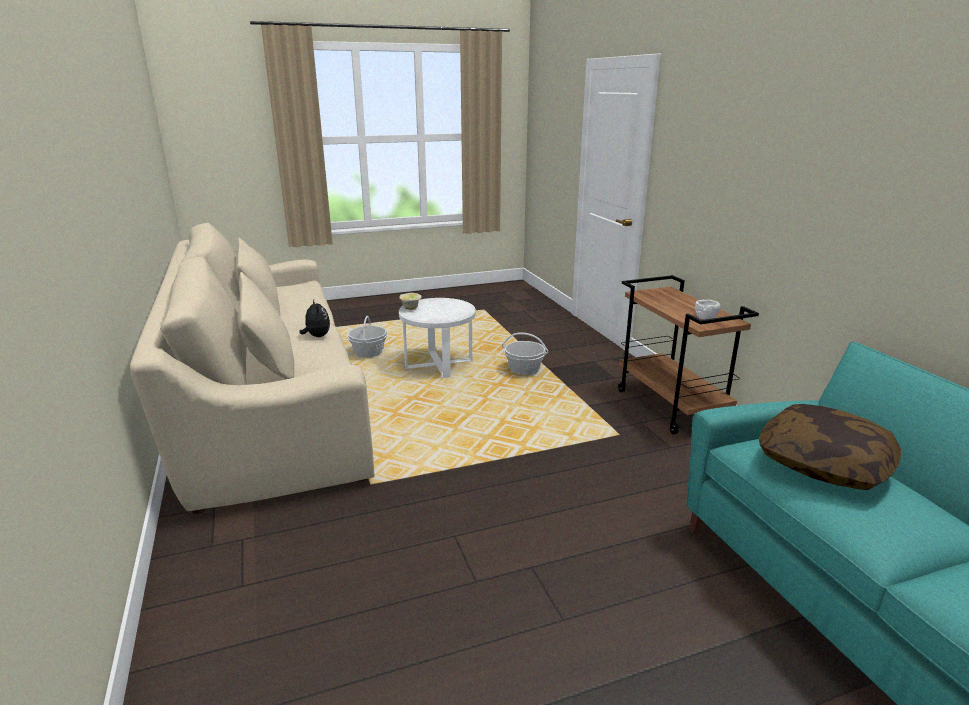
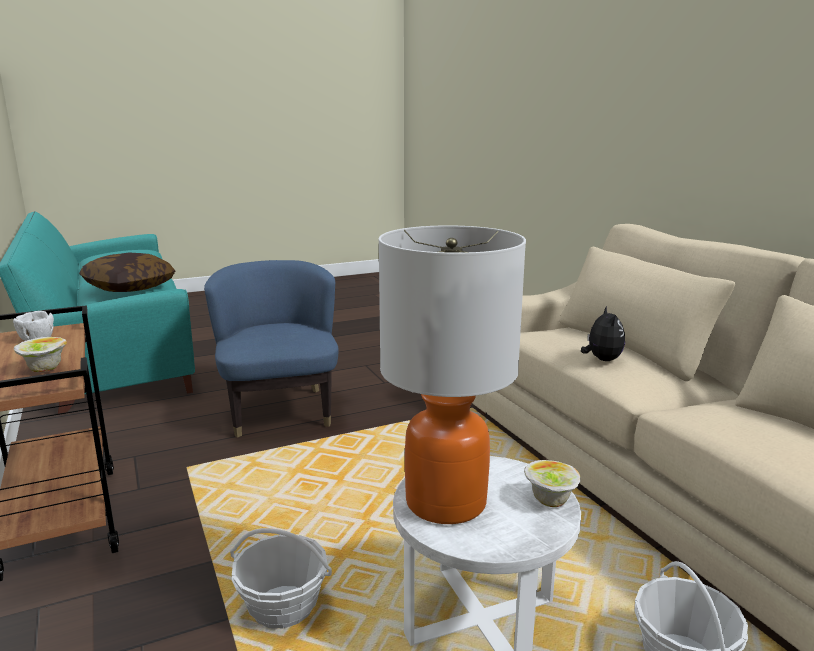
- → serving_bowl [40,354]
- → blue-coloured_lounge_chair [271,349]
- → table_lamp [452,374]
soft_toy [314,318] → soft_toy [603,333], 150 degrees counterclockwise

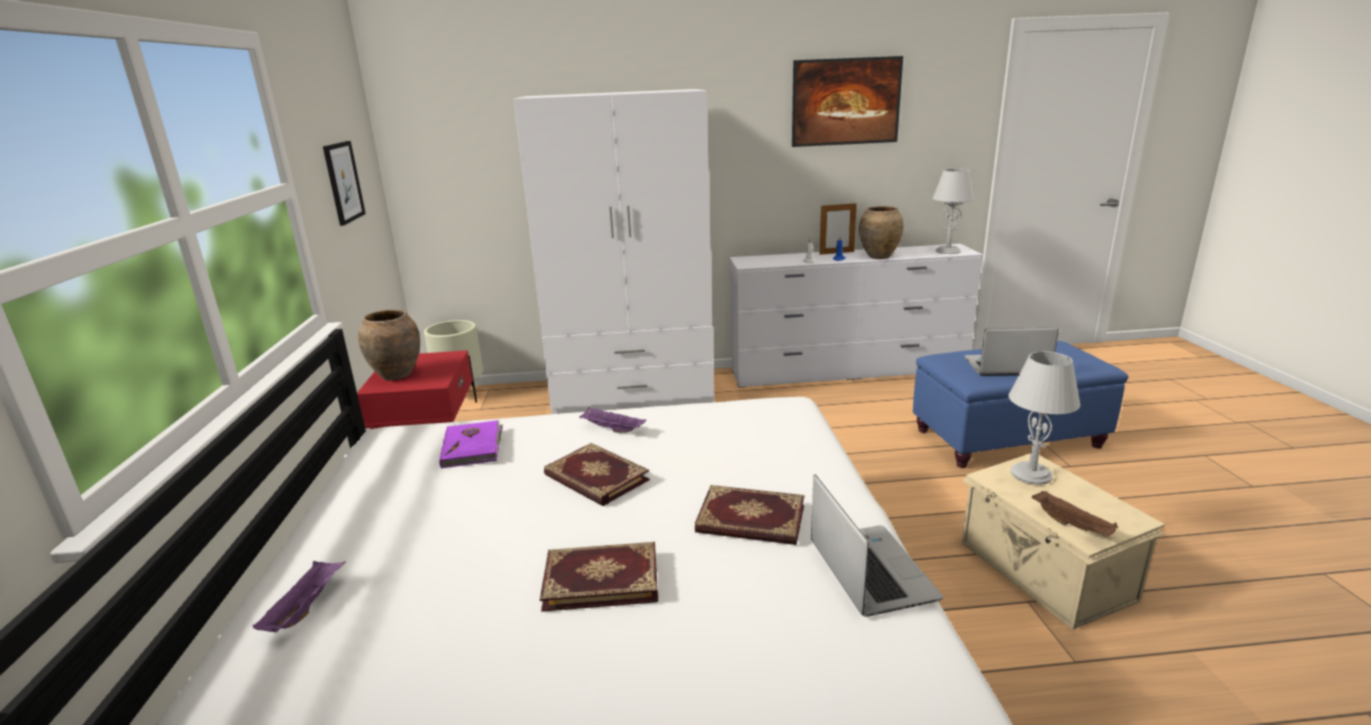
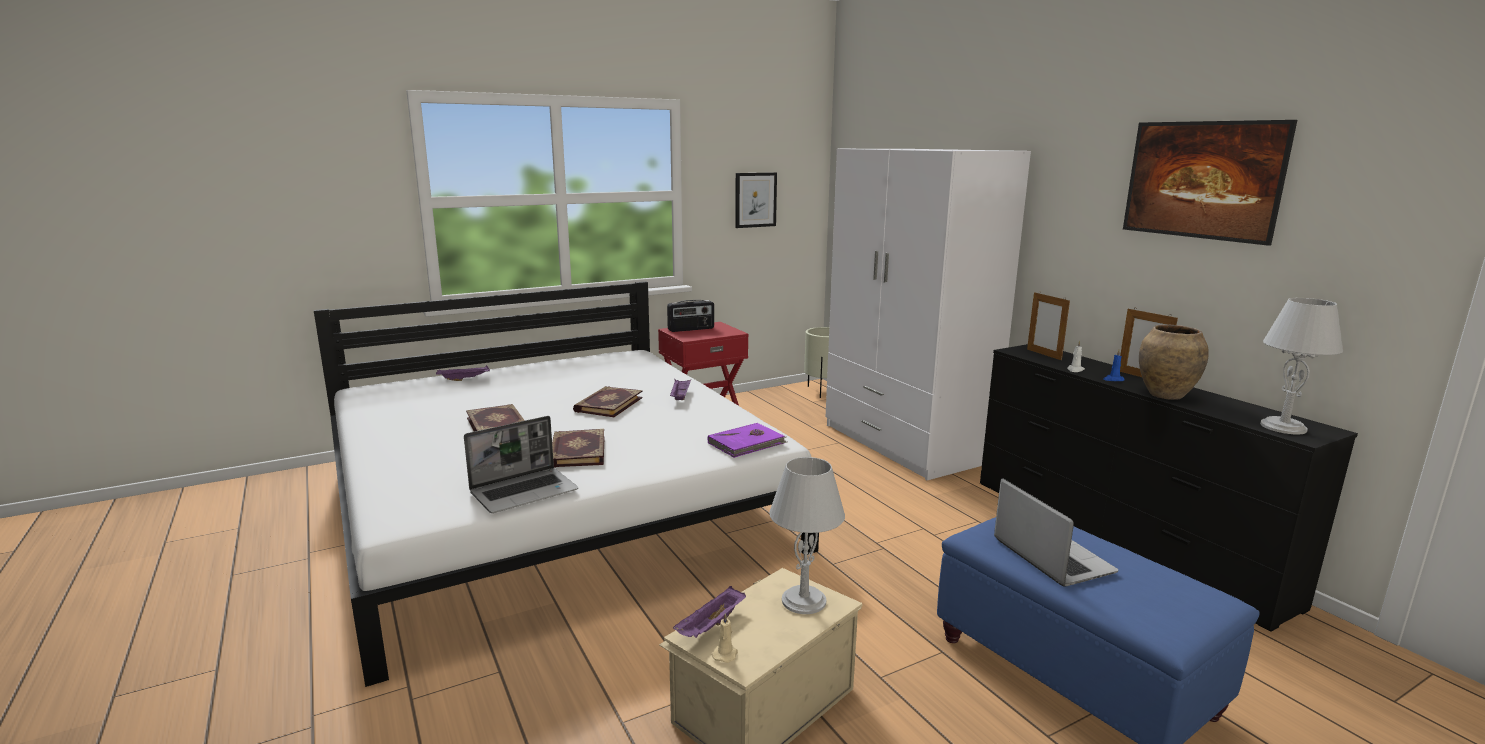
- → beige-coloured_wax_light [725,638]
- → picture_frame [1048,325]
purple-coloured_book [471,444] → purple-coloured_book [747,440], relocated
brownish_vase [389,345] → radio_set [690,316]
whitish_chest_of_drawers [856,316] → blackish_chest_of_drawers [1169,488]
brownish_carrying_tray [1074,514] → purple-coloured_carrying_tray [709,612]

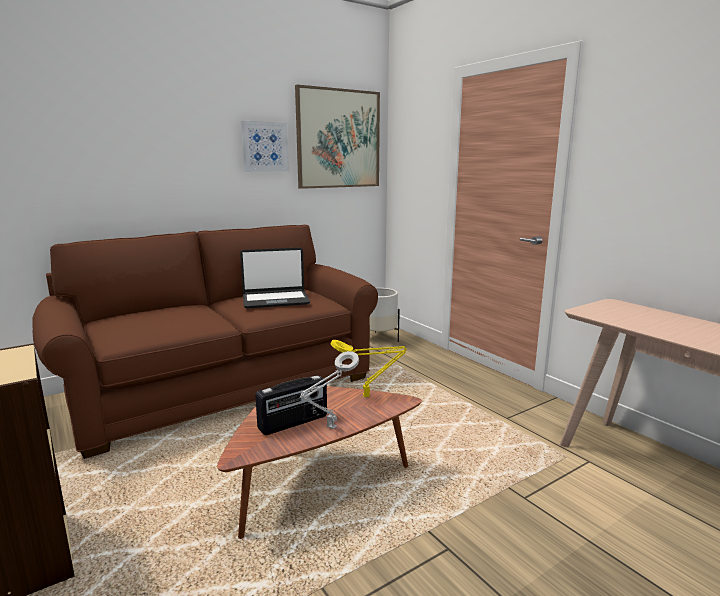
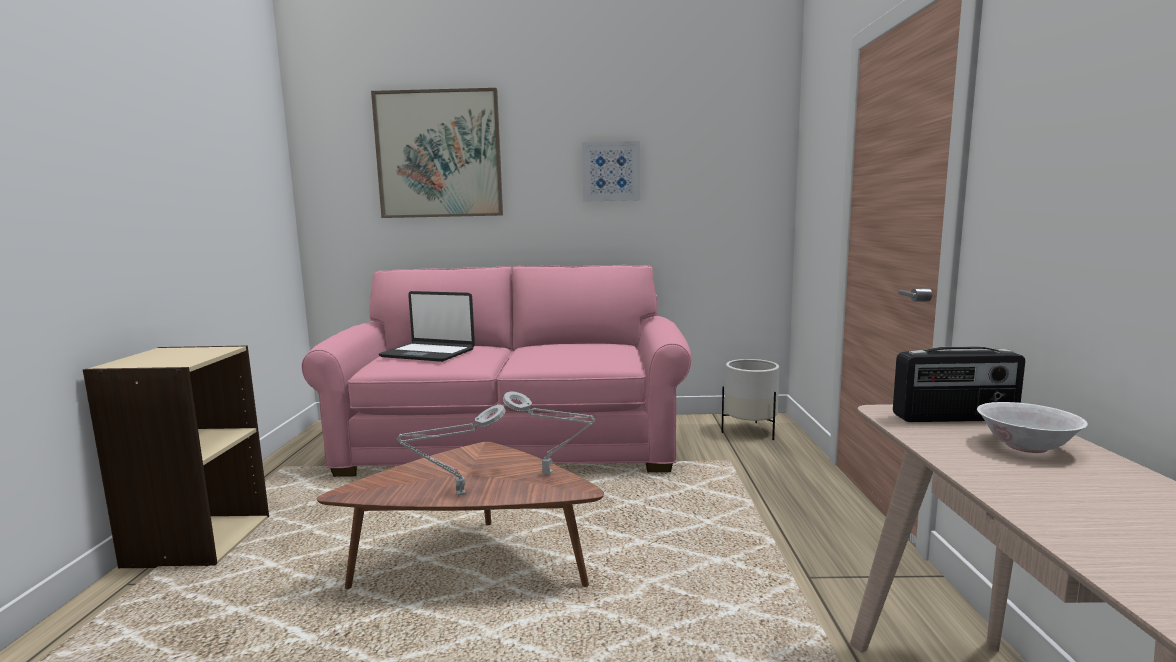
- → whitish_serving_bowl [1032,427]
laptop [275,278] → laptop [427,326], relocated
radio_set [291,405] → radio_set [959,384], relocated
wall_art [337,137] → wall_art [437,153], relocated
brownish_couch [205,342] → pinkish_couch [496,371]
yellow_table_lamp [369,368] → greyish_table_lamp [549,433]

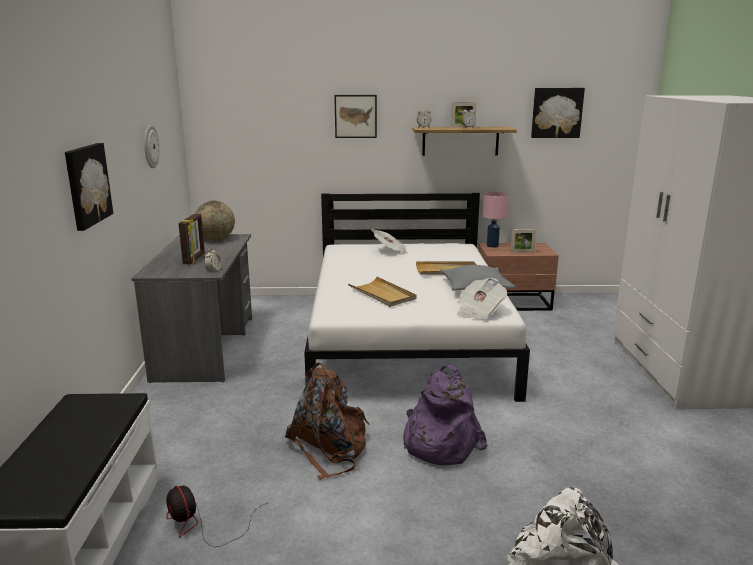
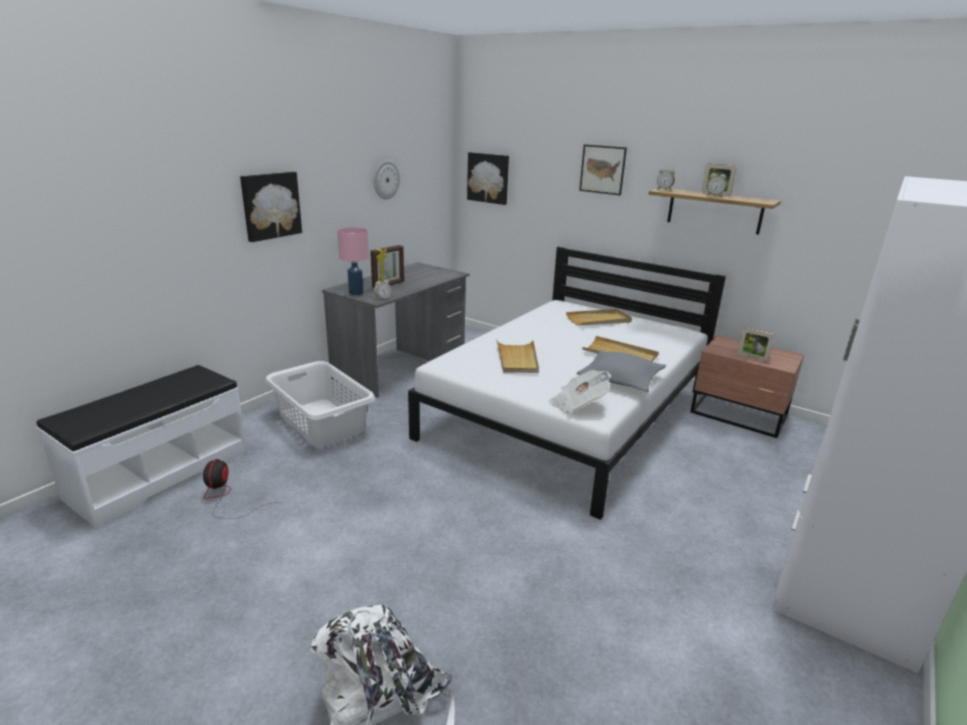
globe [215,221] → -
brownish_backpack [327,421] → -
purple-coloured_backpack [445,415] → -
- → whitish_washing_basket [320,404]
pinkish_table_lamp [495,220] → pinkish_table_lamp [353,261], relocated
wall_art [558,113] → wall_art [488,178], relocated
daily_paper [390,241] → beige-coloured_carrying_tray [599,317]

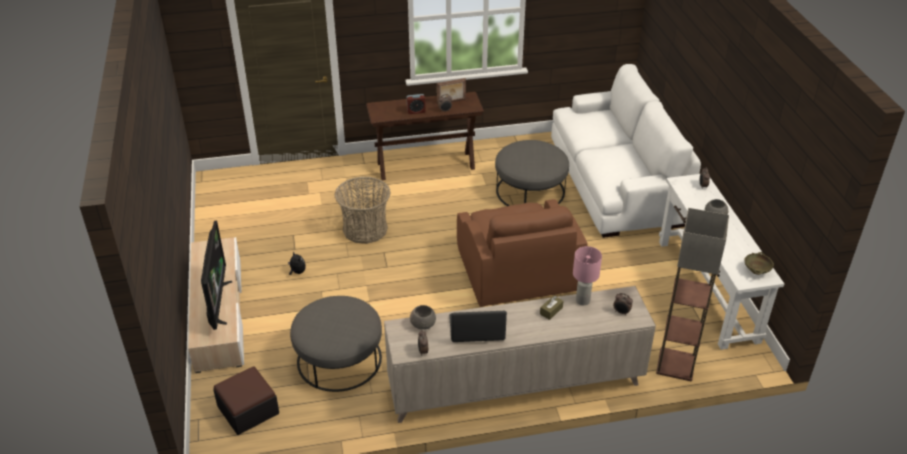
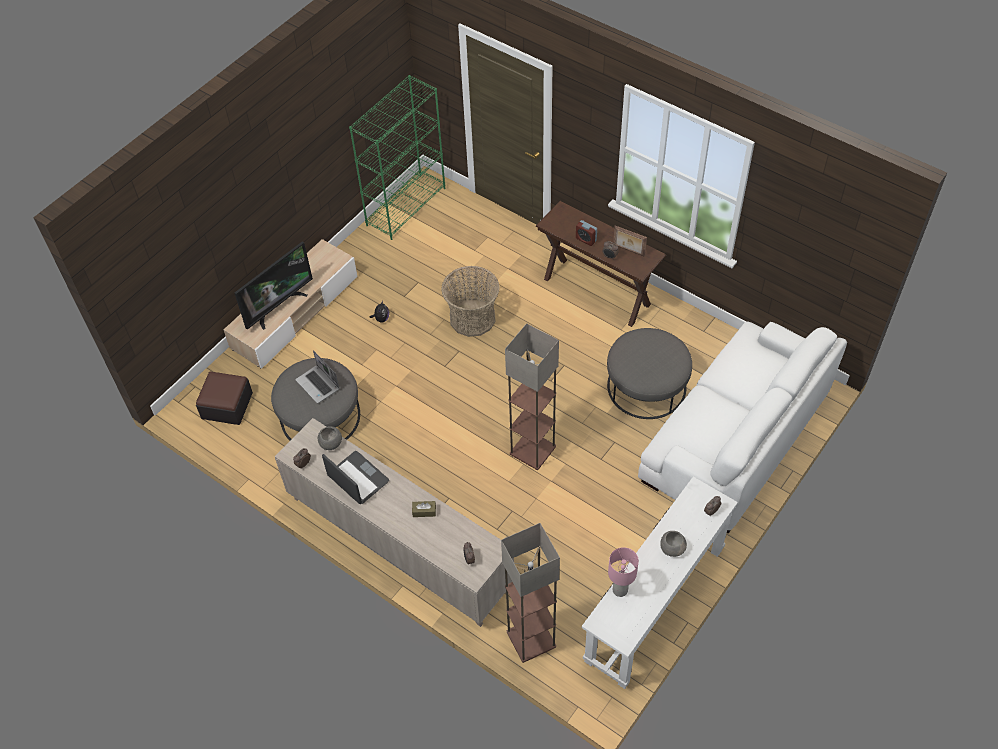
beige-coloured_serving_bowl [759,263] → -
- → laptop [317,376]
- → green_bookshelf [397,157]
pinkish_table_lamp [587,275] → pinkish_table_lamp [623,572], relocated
brownish_lounge_chair [522,253] → standard_lamp [532,396]

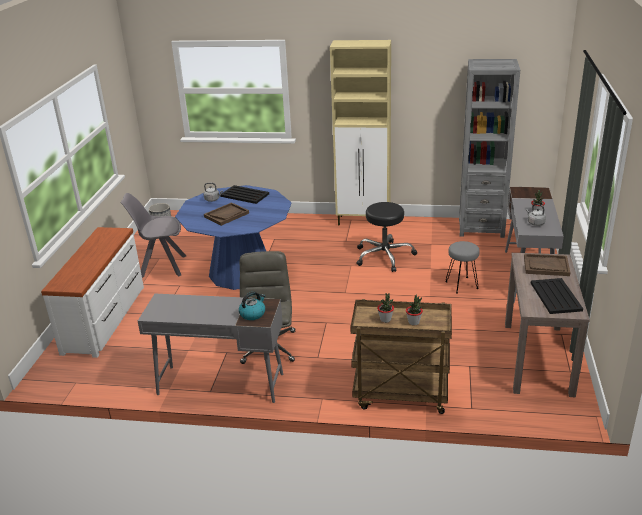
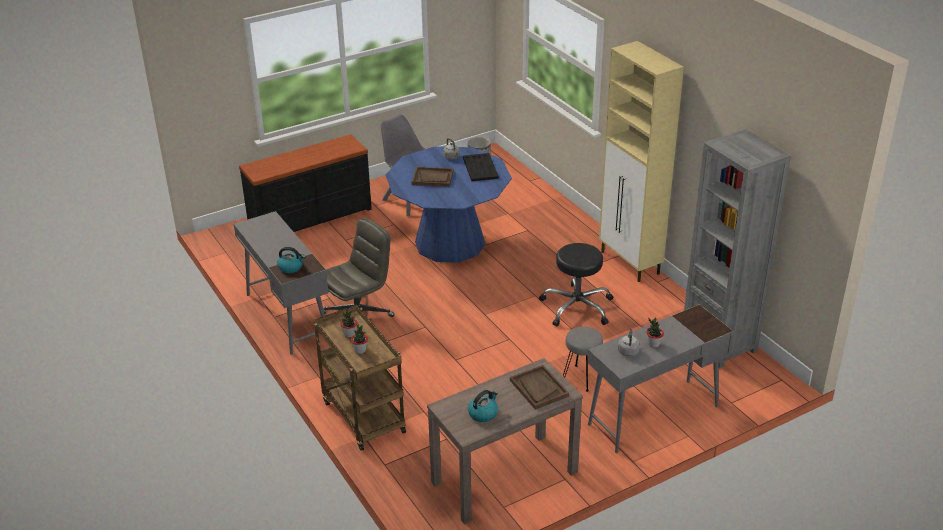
blackish_carrying_tray [557,296] → water_kettle [483,406]
whitish_chest_of_drawers [92,292] → blackish_chest_of_drawers [305,183]

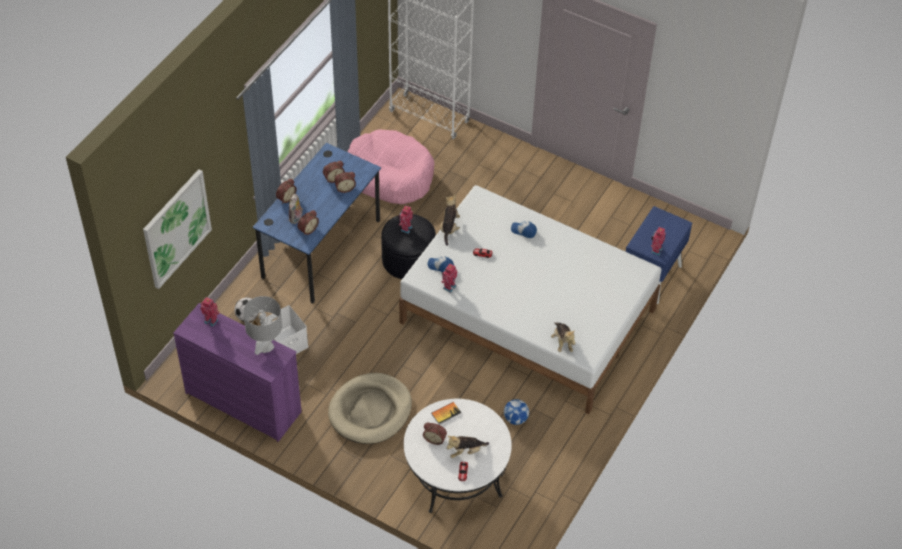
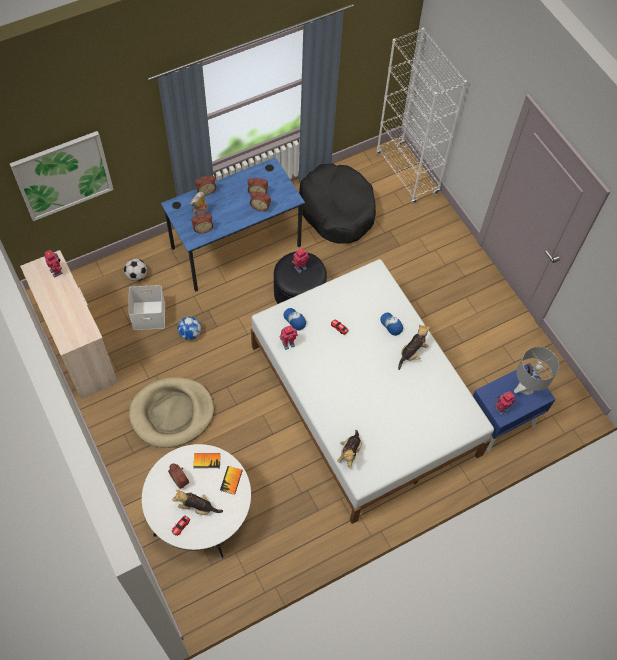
- → book [231,480]
greyish_table_lamp [262,325] → greyish_table_lamp [536,371], relocated
soft_toy [450,220] → soft_toy [414,347], relocated
football [516,412] → football [189,328], relocated
purple-coloured_chest_of_drawers [237,372] → beige-coloured_chest_of_drawers [69,324]
pinkish_dog_bed [391,166] → blackish_dog_bed [337,204]

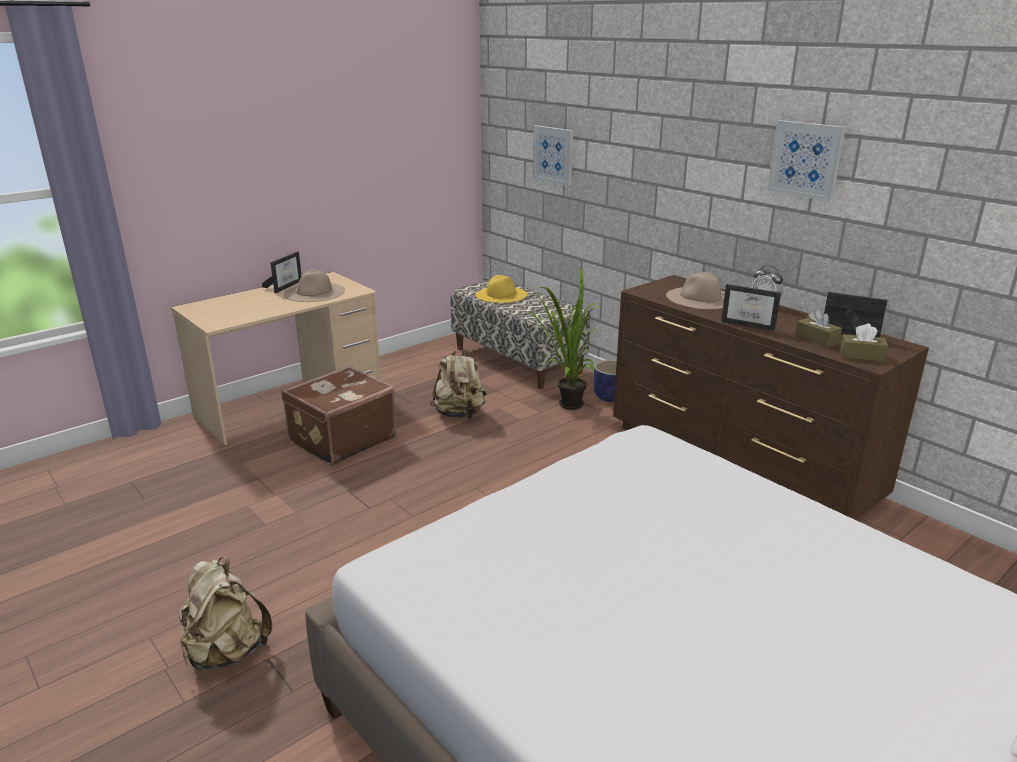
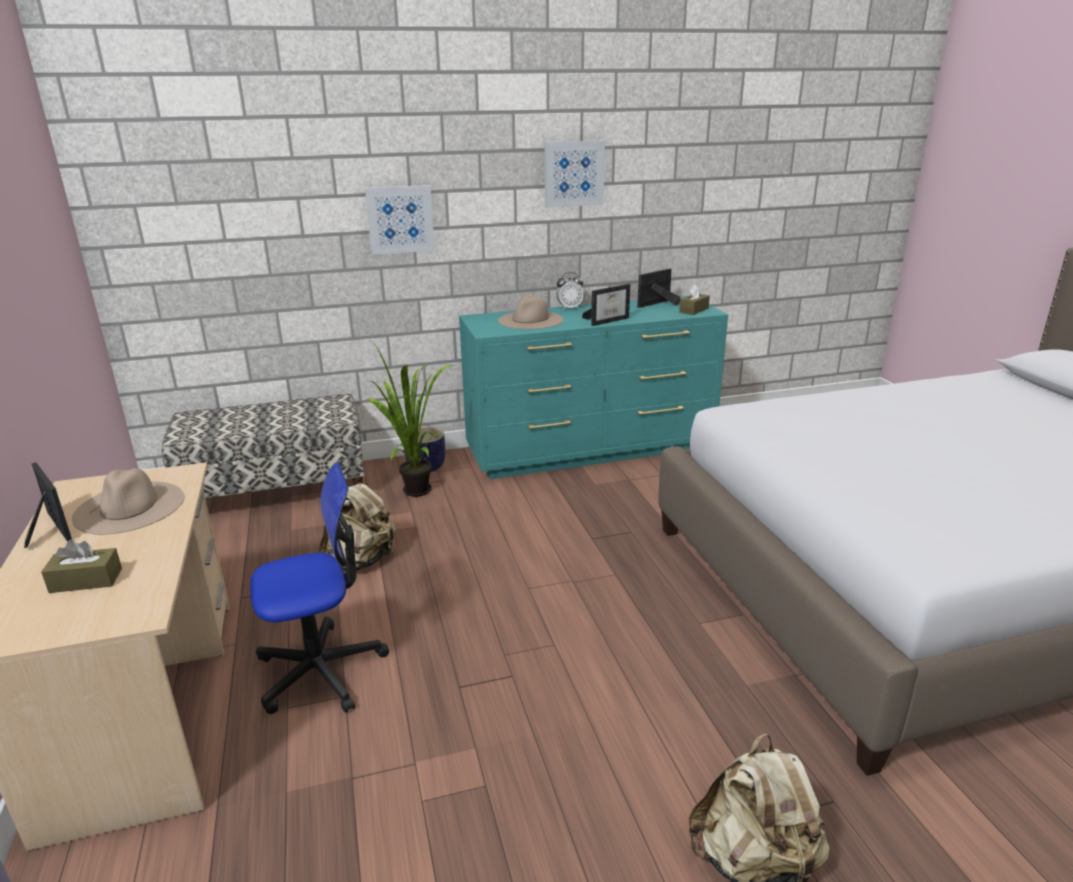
yellow_wearable_hat [501,289] → -
wall_art [553,155] → wall_art [400,220], relocated
brownish_tissue_holder [818,328] → brownish_tissue_holder [81,566], relocated
brownish_piece_of_luggage [339,416] → computer_chair [319,588]
brownish_chest_of_drawers [771,397] → blue-green_chest_of_drawers [593,387]

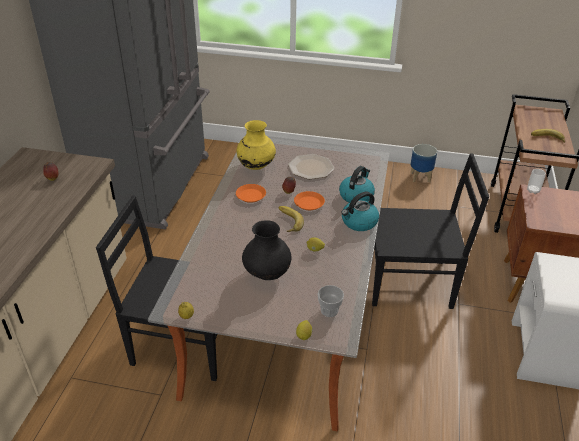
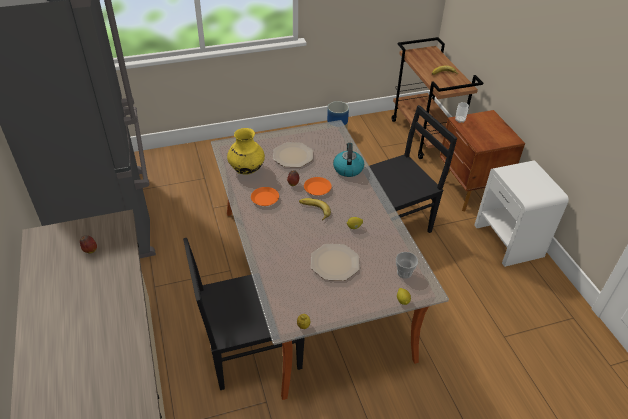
water_kettle [360,211] → -
blackish_vase [267,250] → plate [335,262]

